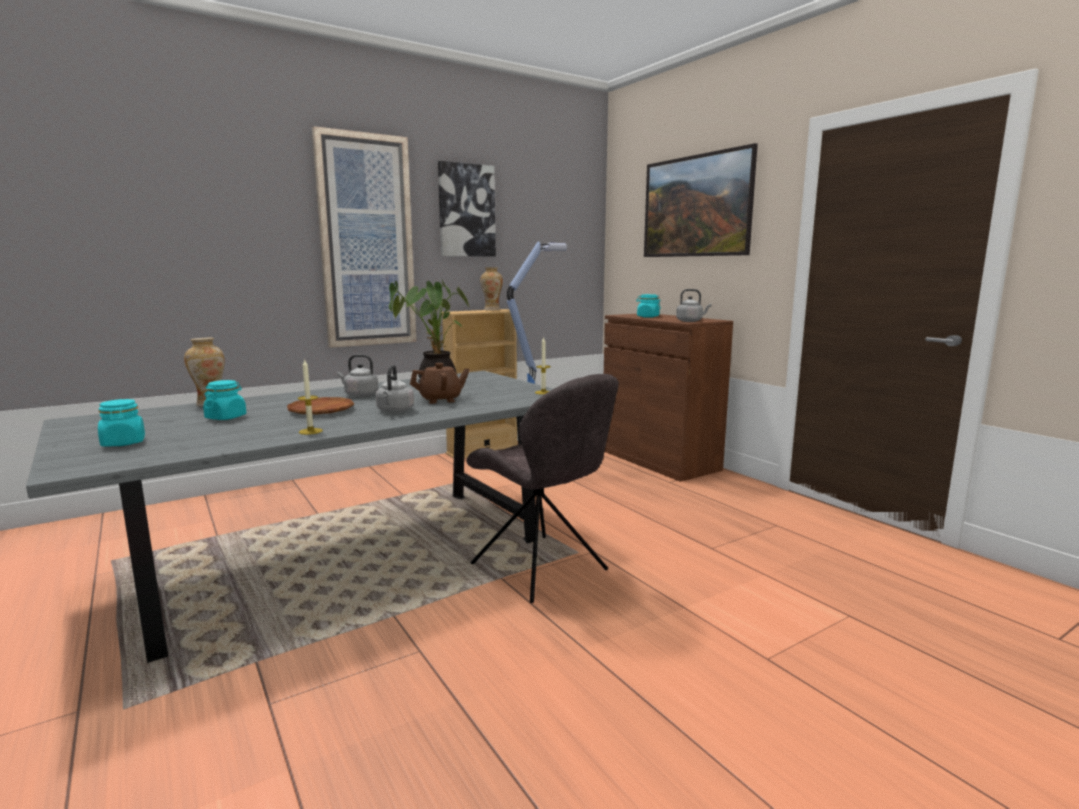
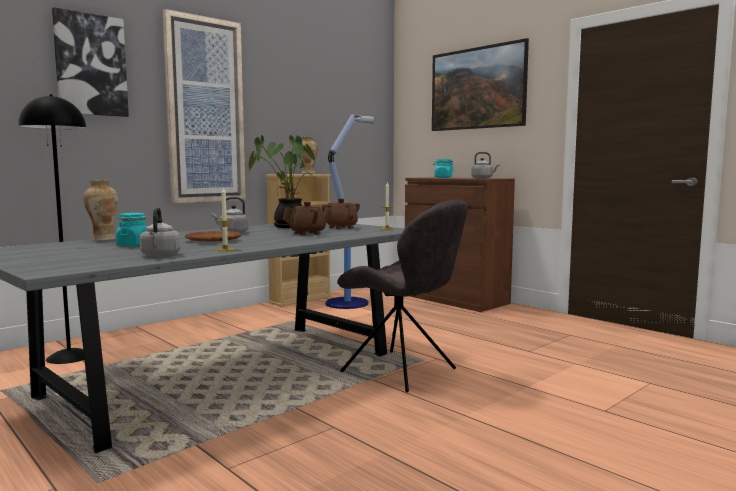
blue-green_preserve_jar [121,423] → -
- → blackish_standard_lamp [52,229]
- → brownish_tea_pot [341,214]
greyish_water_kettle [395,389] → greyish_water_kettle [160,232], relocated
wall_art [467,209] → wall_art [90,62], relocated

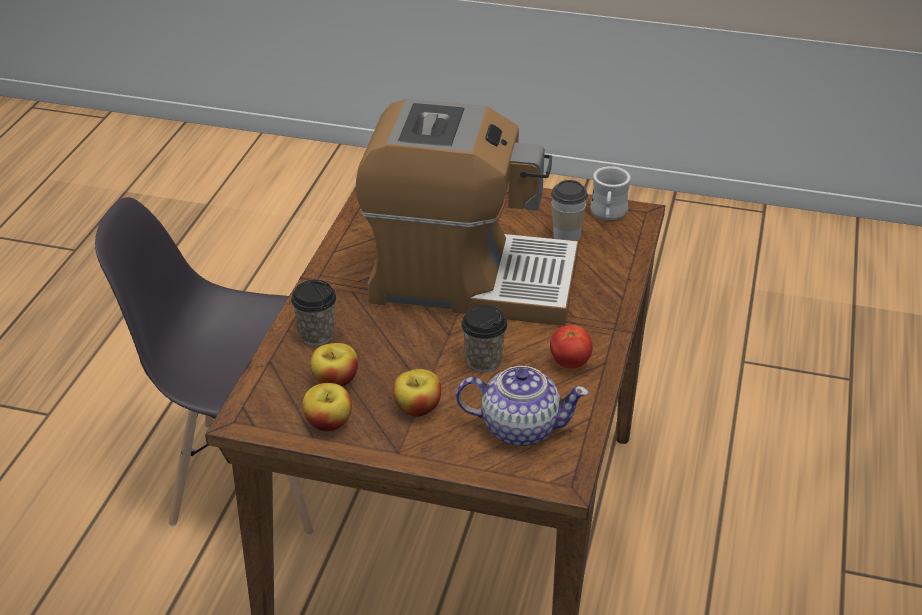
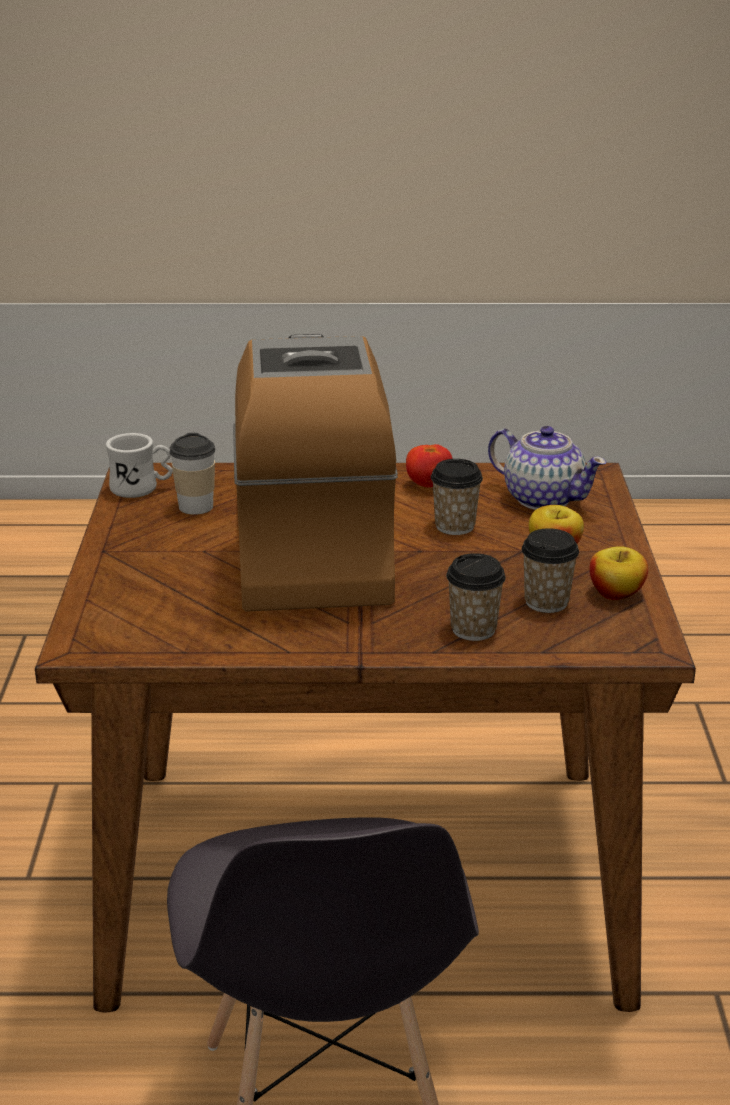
apple_fruit [334,365] → cup [550,570]
tea_pot [522,406] → tea_pot [547,468], 135 degrees clockwise

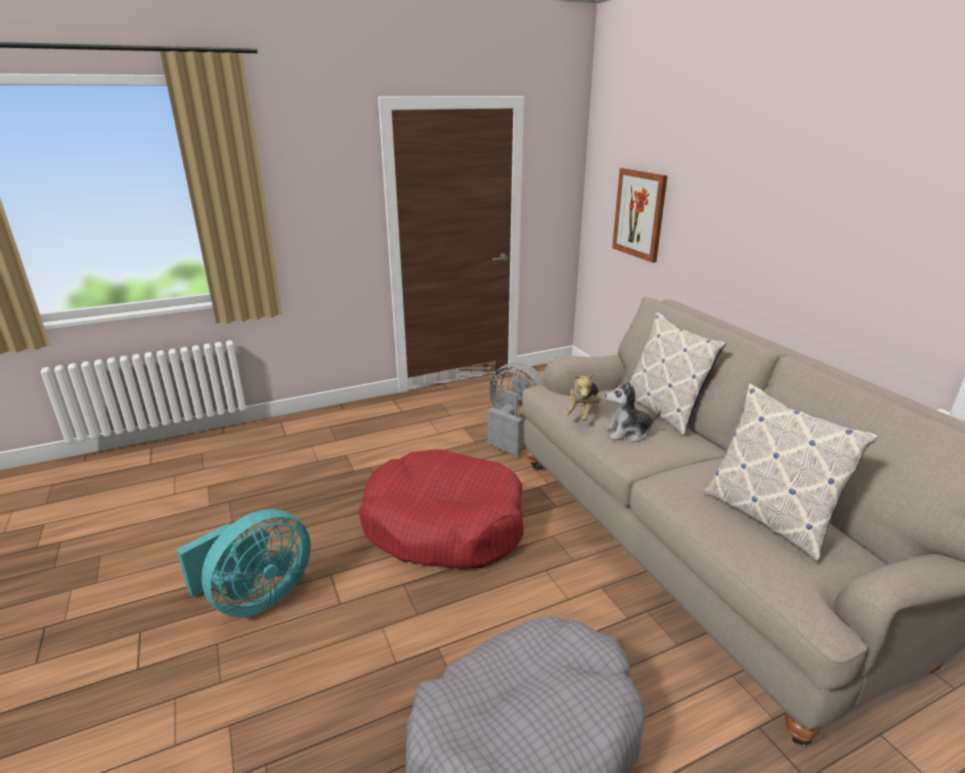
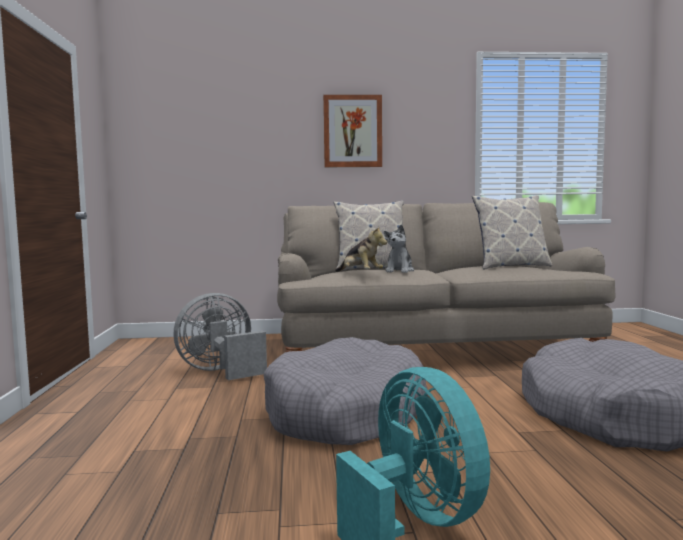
wall_art [639,215] → wall_art [352,131], relocated
reddish_dog_bed [441,509] → greyish_dog_bed [346,391]

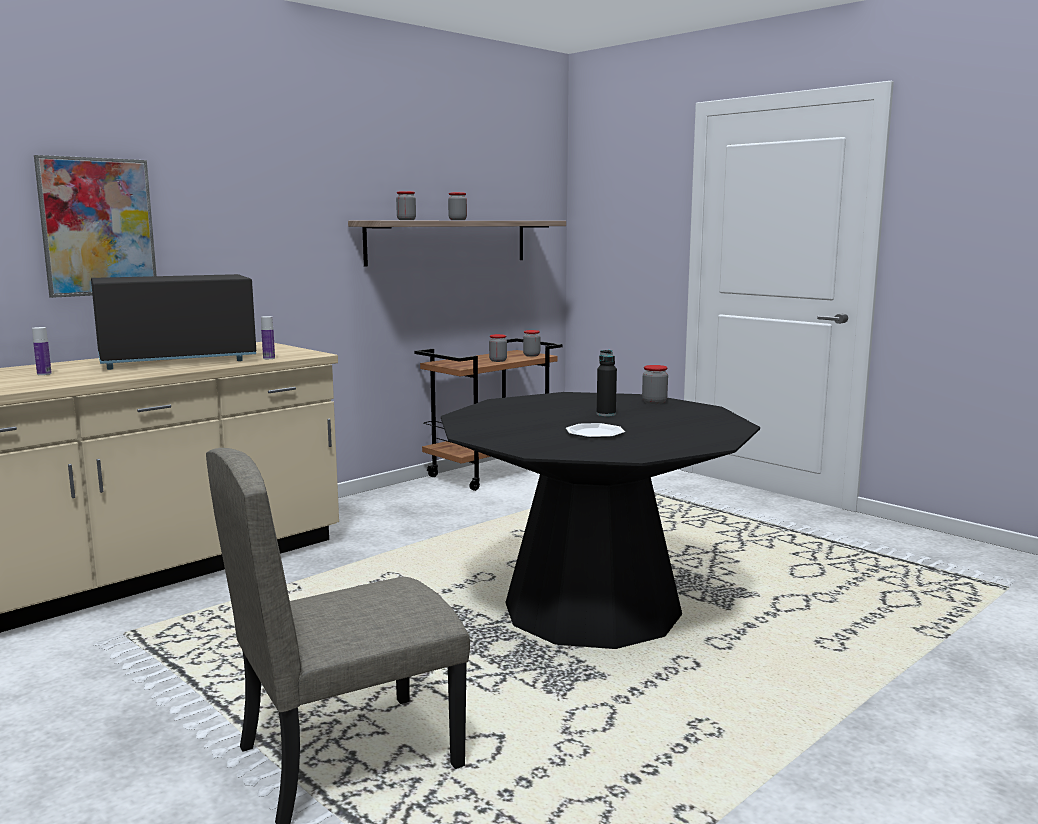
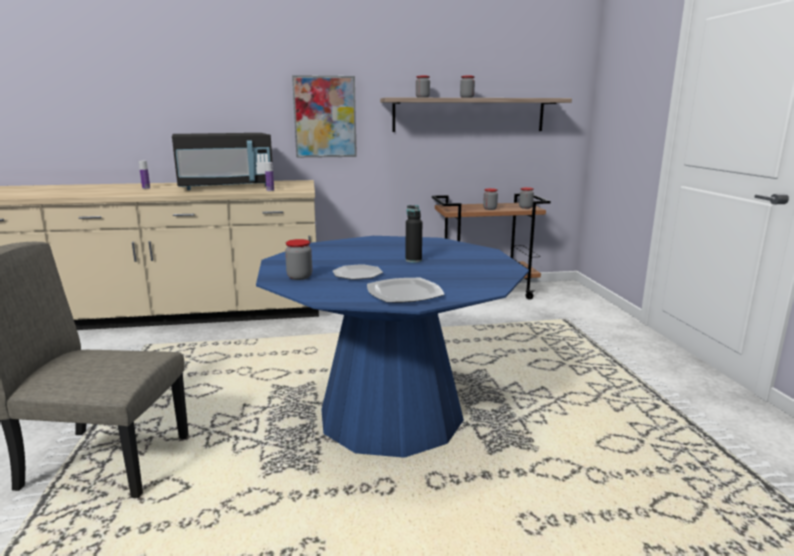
- → plate [405,290]
wall_art [95,226] → wall_art [324,116], relocated
preserve_jar [655,384] → preserve_jar [298,259], relocated
blackish_dinner_table [600,520] → blue-coloured_dinner_table [392,347]
blackish_kitchen_microwave [173,322] → blackish_kitchen_microwave [222,161], 150 degrees clockwise

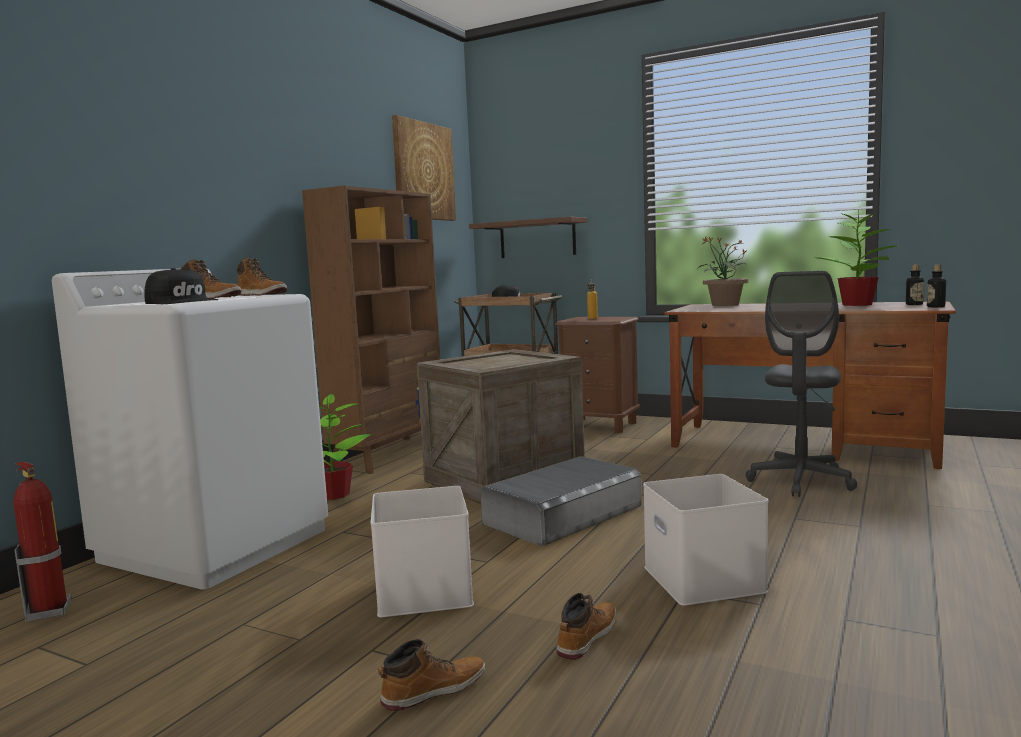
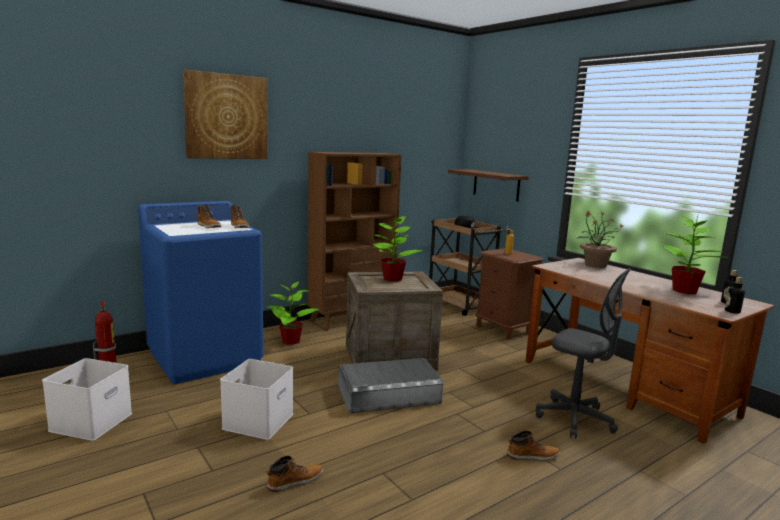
blackish_peaked_cap [181,286] → -
- → potted_plant [398,247]
tall_boot [431,675] → tall_boot [533,446], relocated
wall_art [424,168] → wall_art [225,114], relocated
whitish_storage_bin [705,540] → whitish_storage_bin [87,399], relocated
whitish_washing_machine [190,429] → blue-coloured_washing_machine [201,292]
greyish_computer_chair [801,384] → greyish_computer_chair [583,353], 105 degrees counterclockwise

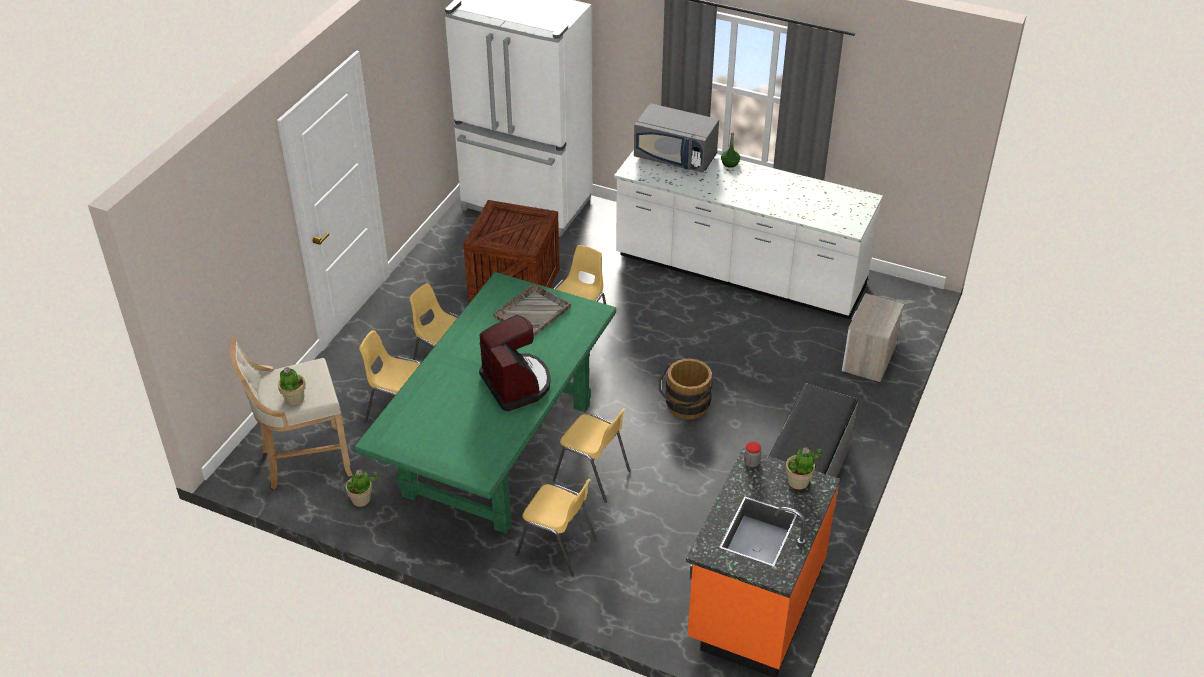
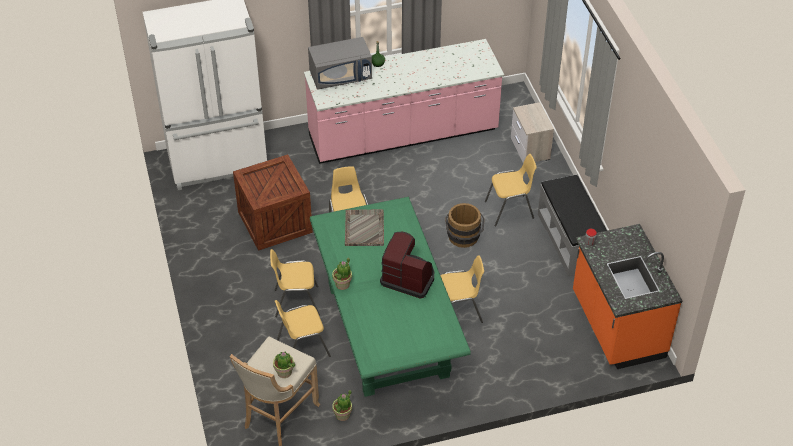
yellow_plain_chair [556,528] → yellow_plain_chair [511,190], relocated
potted_plant [803,468] → potted_plant [342,274], relocated
whitish_kitchen_base_unit [748,234] → pinkish_kitchen_base_unit [404,101]

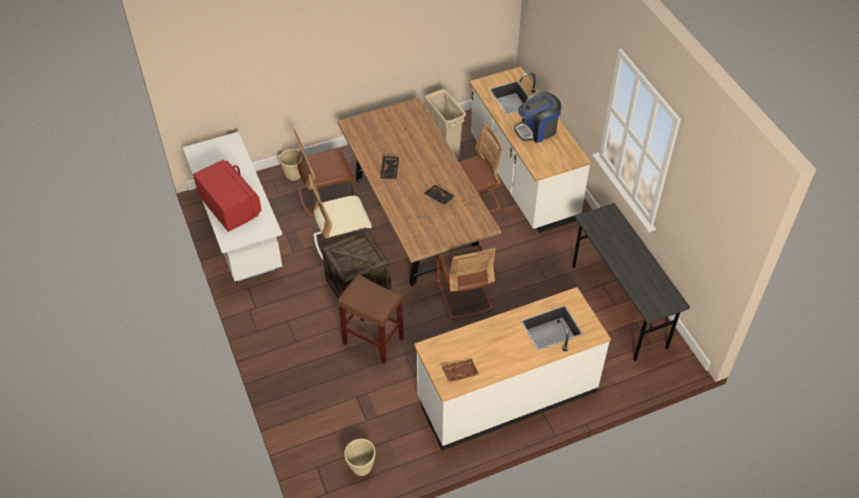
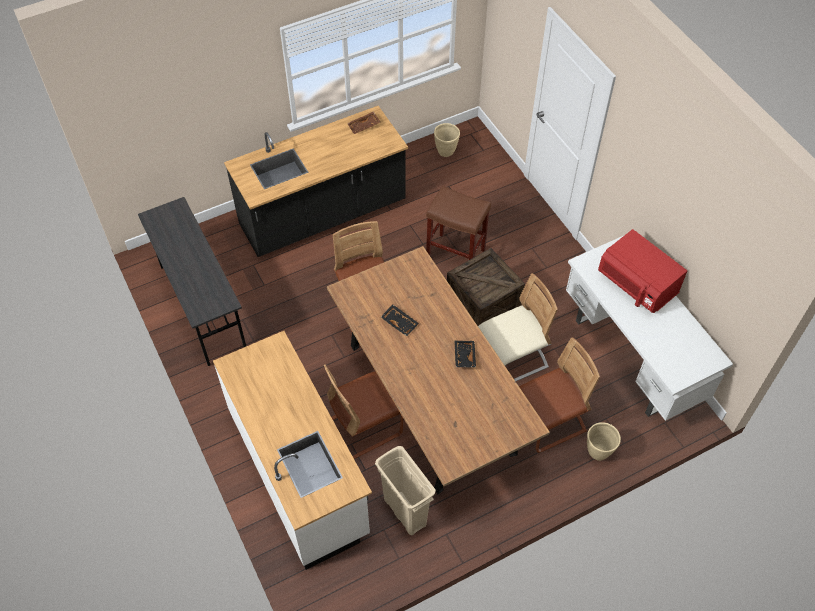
coffee_machine [537,117] → -
whitish_kitchen_base_unit [512,368] → blackish_kitchen_base_unit [316,181]

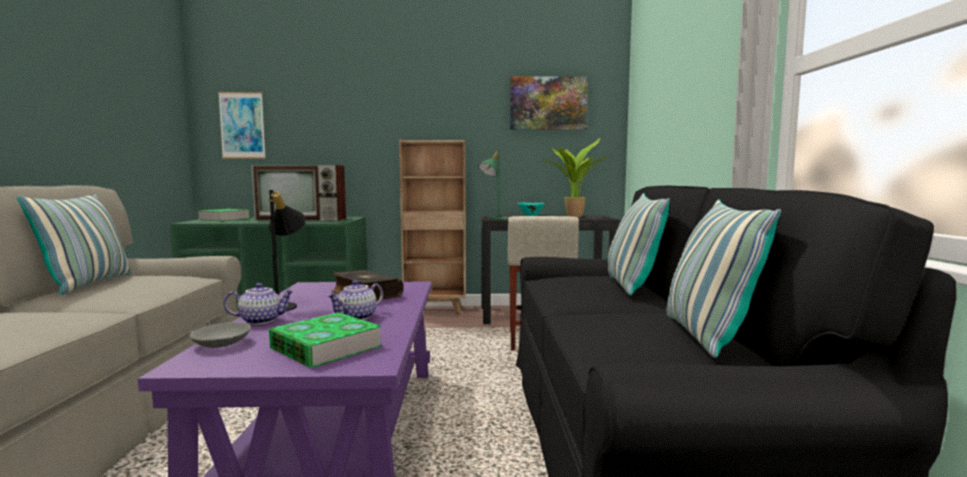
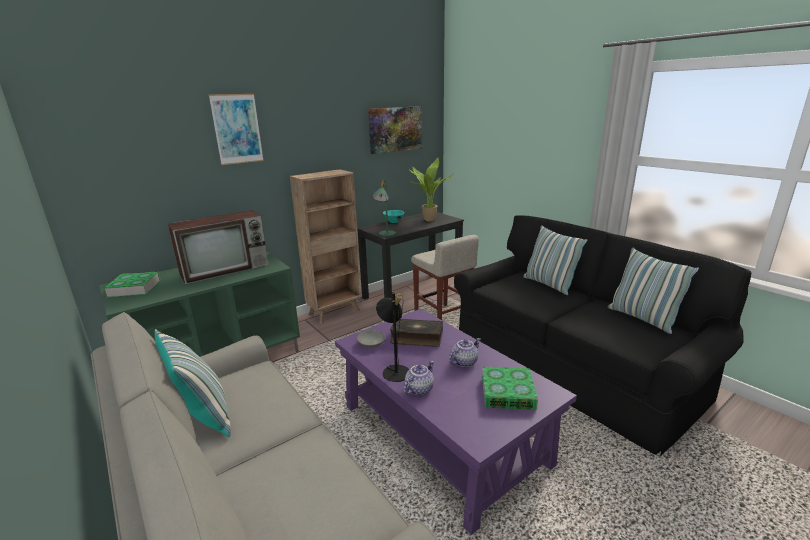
greyish_serving_bowl [220,335] → greyish_serving_bowl [371,338], relocated
wall_art [242,125] → wall_art [236,129], relocated
tea_pot [355,300] → tea_pot [465,352], 135 degrees counterclockwise

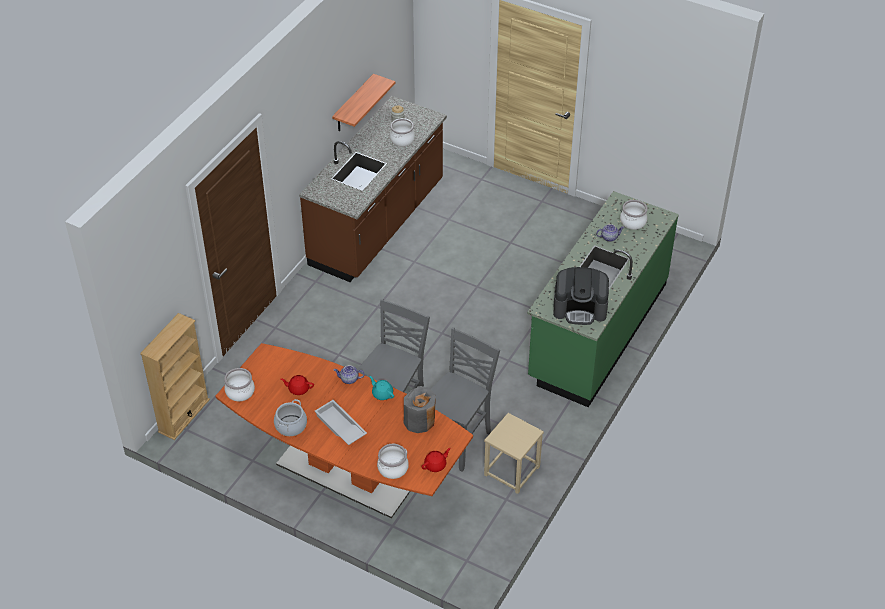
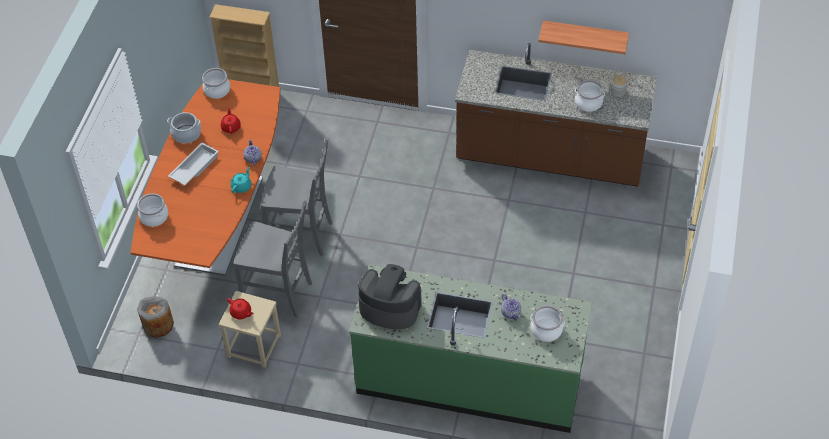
greyish_vase [420,409] → greyish_vase [155,317], relocated
reddish_tea_pot [436,460] → reddish_tea_pot [240,308], relocated
coffee_machine [581,296] → coffee_machine [390,296], 120 degrees clockwise

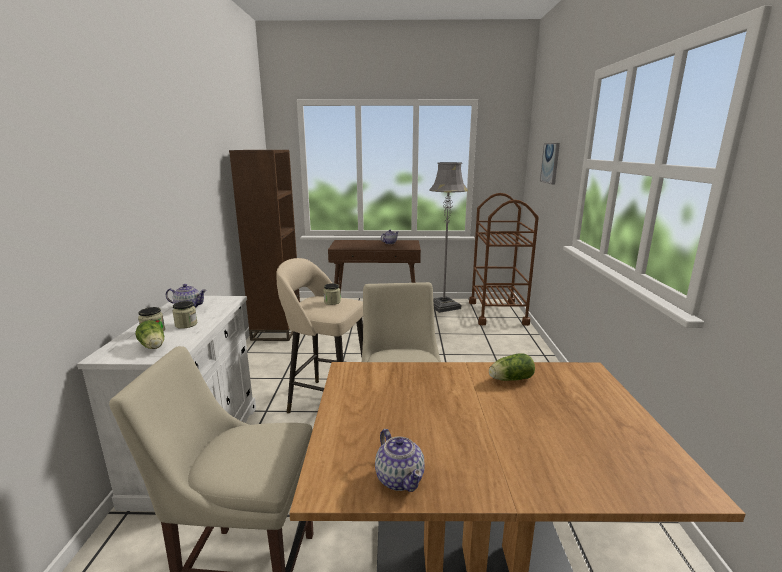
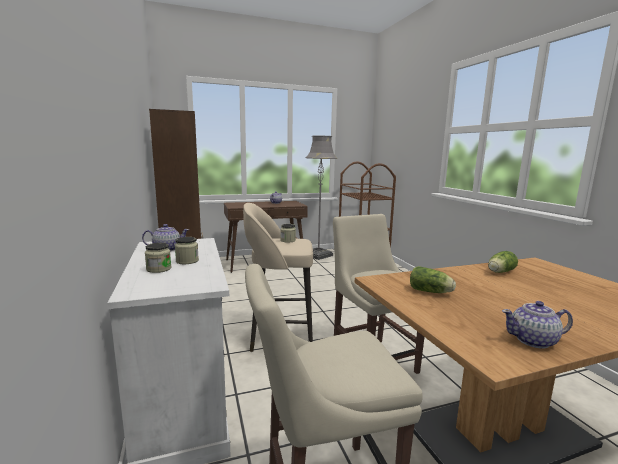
wall_art [550,163] → -
head_of_lettuce [149,334] → head_of_lettuce [433,279], relocated
tea_pot [400,460] → tea_pot [537,325], 135 degrees clockwise

